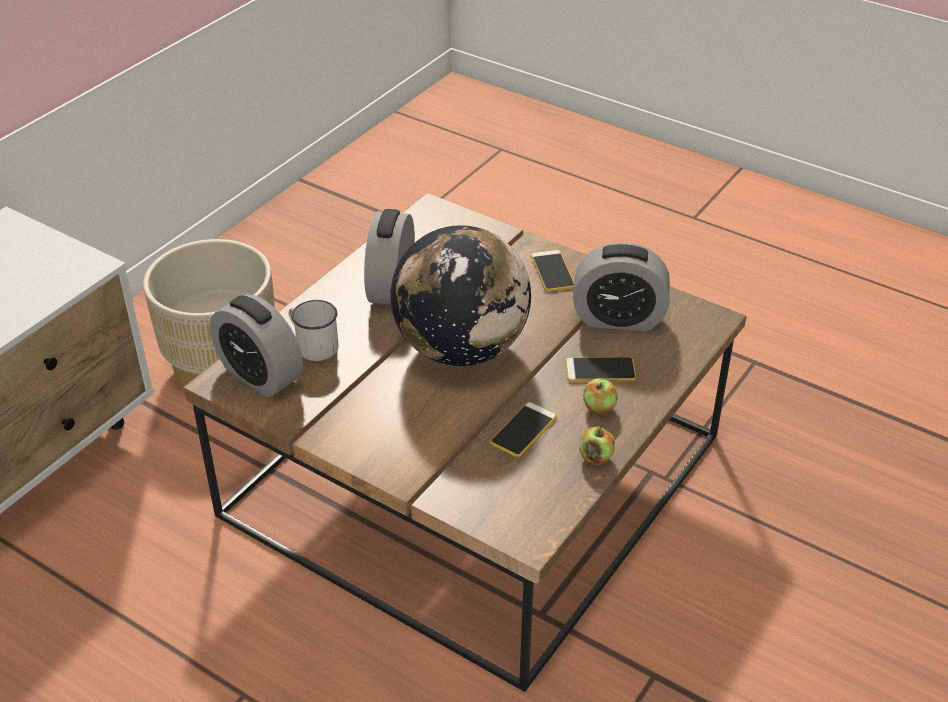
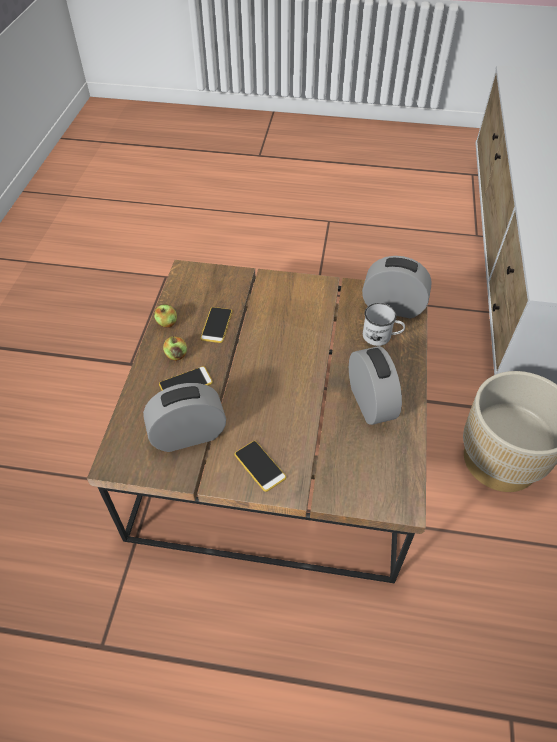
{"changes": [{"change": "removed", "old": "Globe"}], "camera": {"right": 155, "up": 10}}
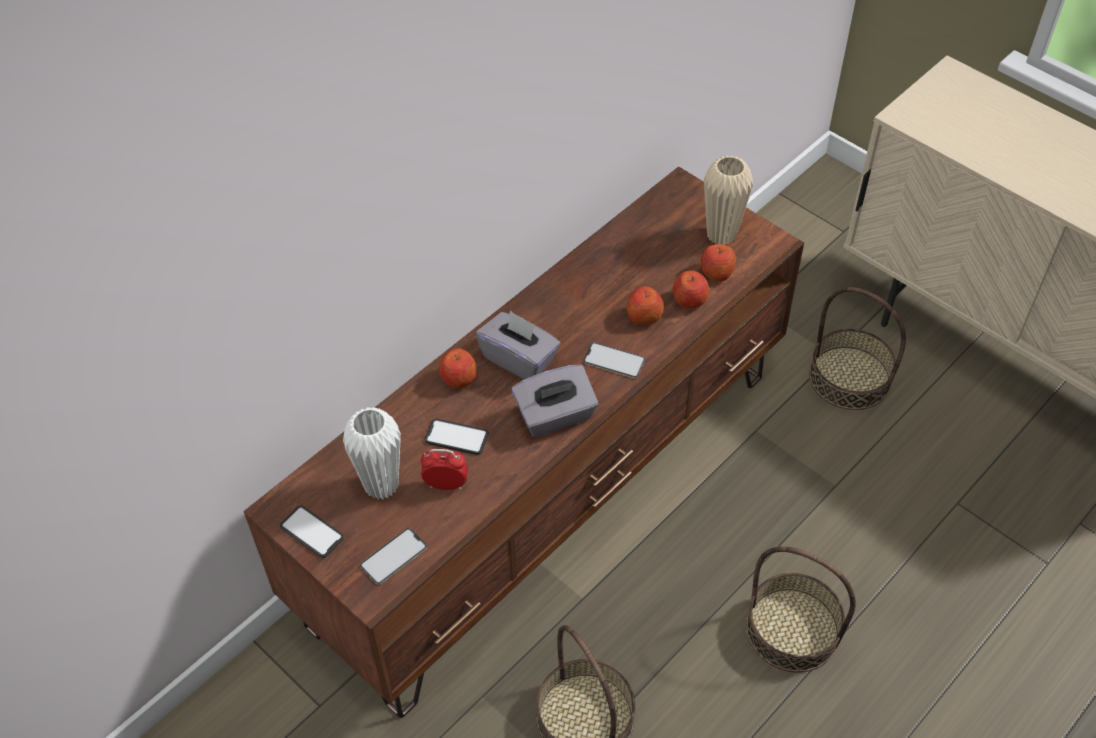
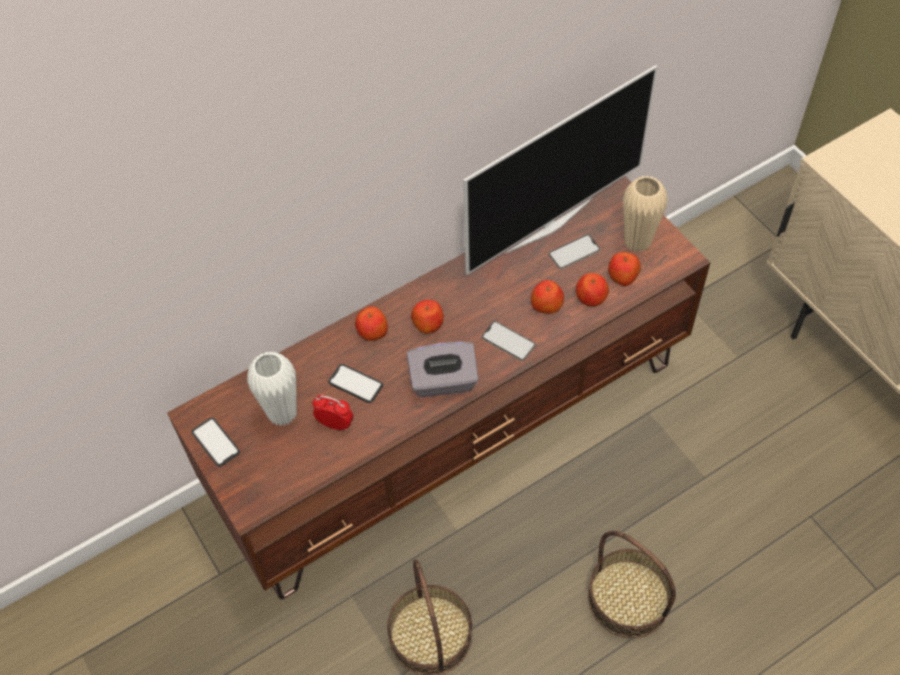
{"changes": [{"change": "removed", "old": "Basket (3rd from left)"}, {"change": "replaced", "old": "GreyTissueBox (1st from left)", "new": "Apple (2nd from left)"}, {"change": "moved", "old": "Phone (2nd from left in the first image)", "new": "Phone (4th from left)"}, {"change": "added", "new": "Television"}], "camera": {"right": 15, "up": 5}}
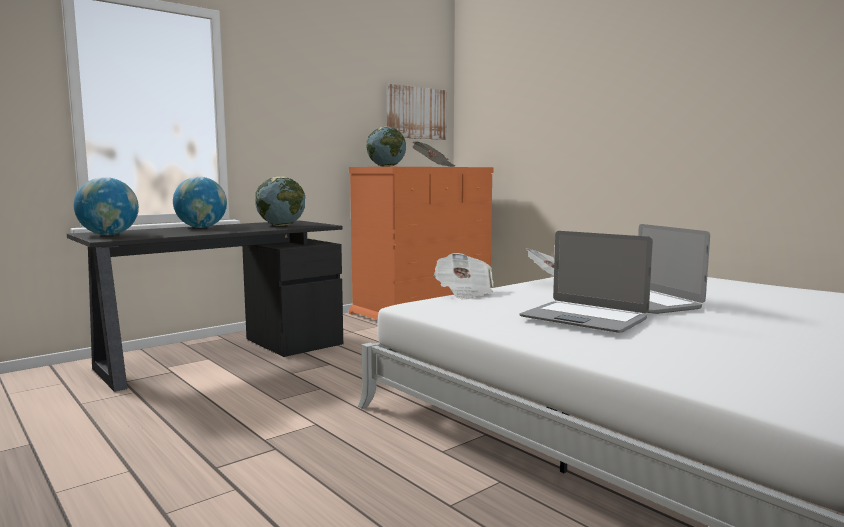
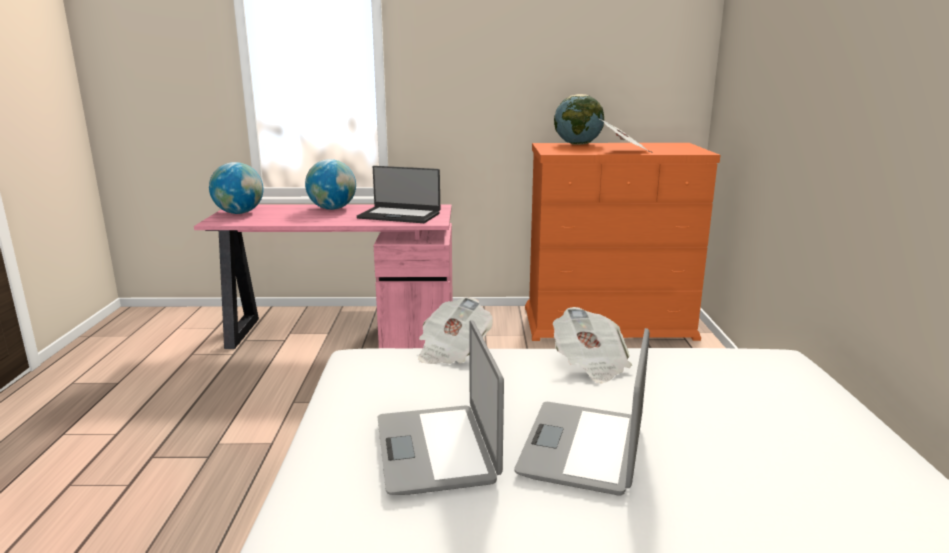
{"changes": [{"change": "removed", "old": "Picture"}, {"change": "replaced", "old": "Globe (3rd from left)", "new": "Laptop (1st from left)"}, {"change": "recoloured", "old": "BlackDesk", "new": "PinkDesk"}], "camera": {"right": 40, "up": 10}}
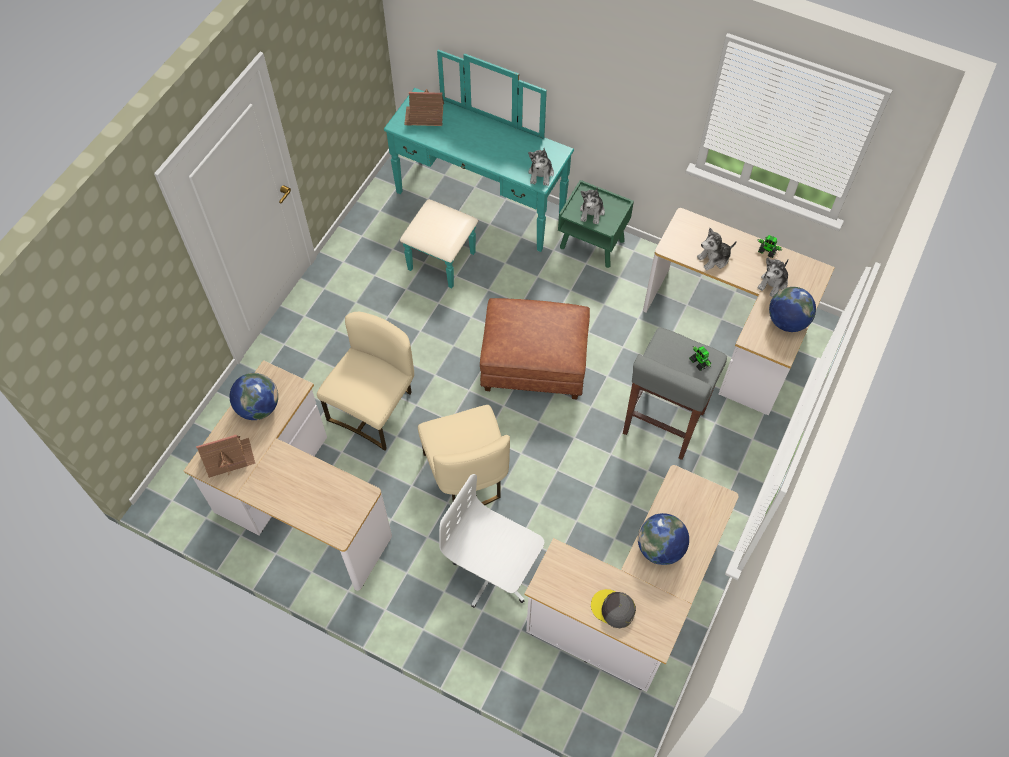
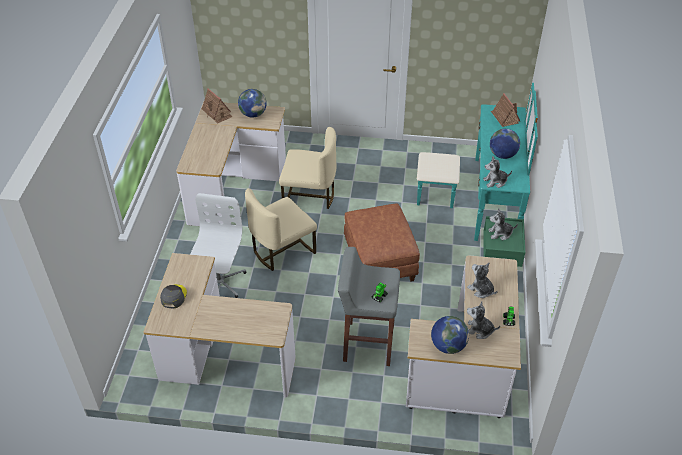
{"changes": [{"change": "moved", "old": "Globe (2nd from left in the first image)", "new": "Globe (3rd from left)"}], "camera": {"right": 70, "up": -15}}
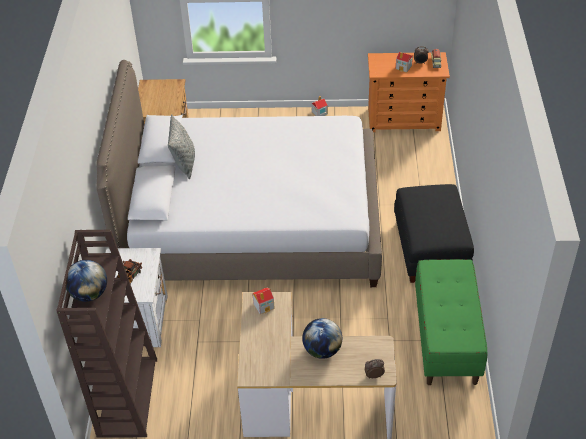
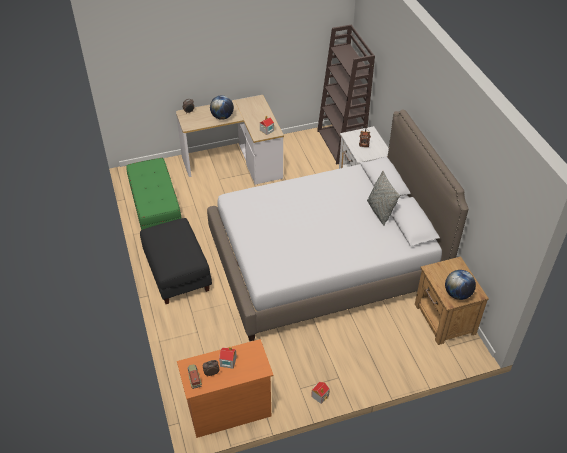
{"changes": [{"change": "moved", "old": "Globe (1st from left in the first image)", "new": "Globe (2nd from left)"}], "camera": {"right": 160, "up": 0}}
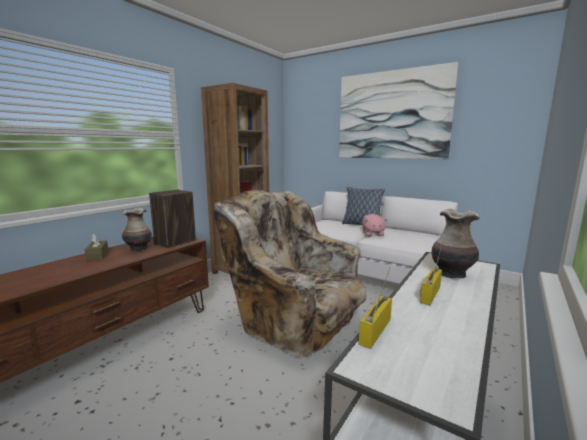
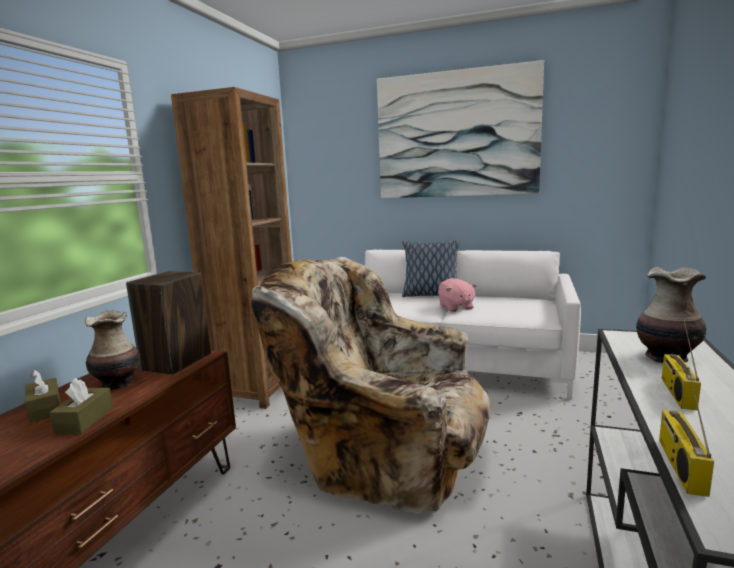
{"changes": [{"change": "added", "new": "BrownTissueBox (2nd from left)"}], "camera": {"right": -15, "up": 0}}
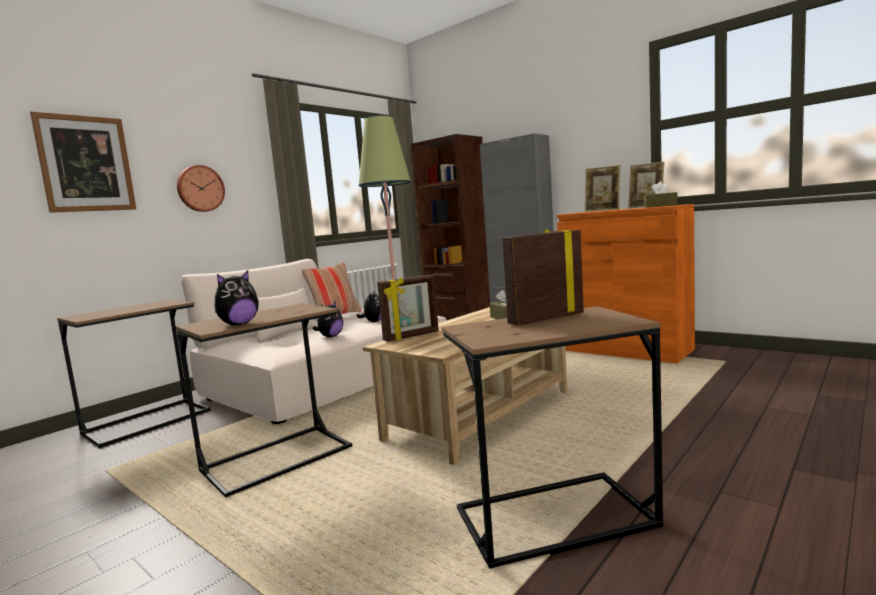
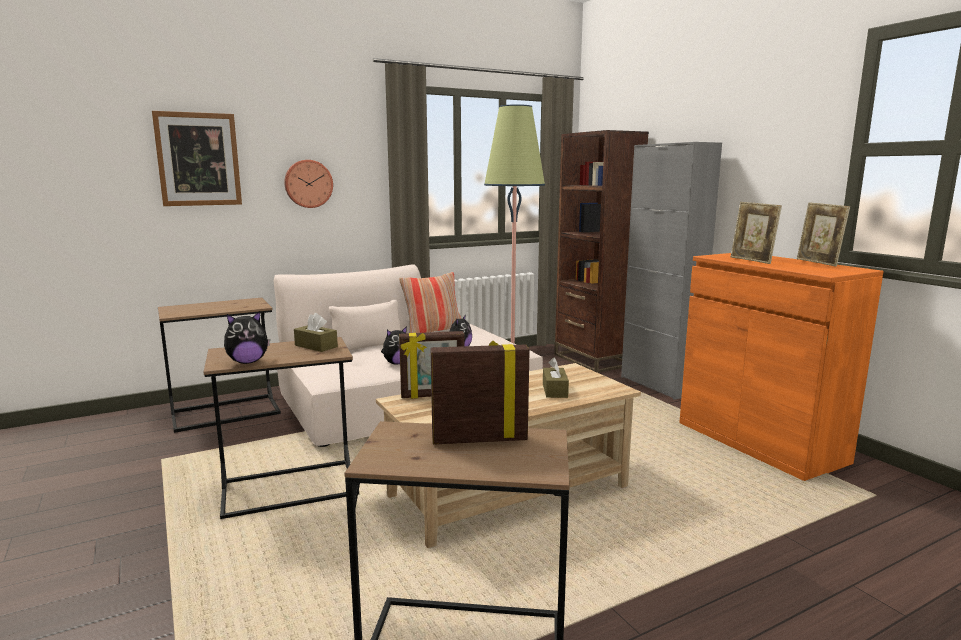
{"changes": [{"change": "moved", "old": "BrownTissueBox (2nd from left in the first image)", "new": "BrownTissueBox (1st from left)"}], "camera": {"right": 20, "up": 5}}
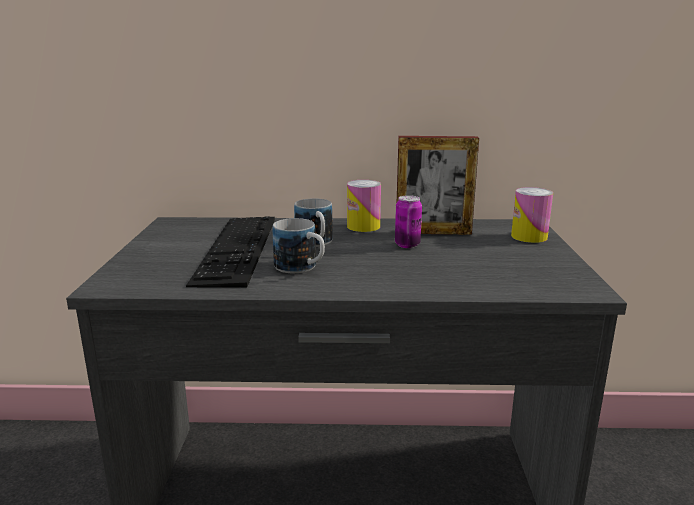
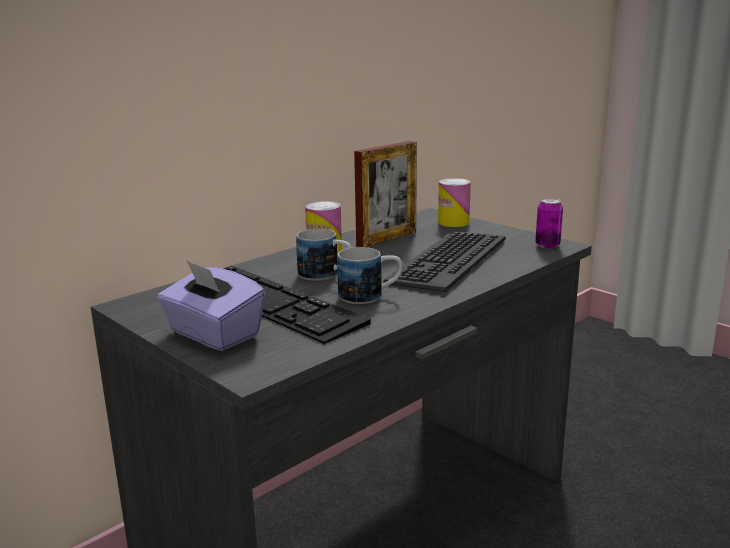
{"changes": [{"change": "moved", "old": "Can (2nd from left in the first image)", "new": "Can (3rd from left)"}, {"change": "added", "new": "Keyboard (2nd from left)"}, {"change": "added", "new": "PurpleTissueBox"}], "camera": {"right": -45, "up": 0}}
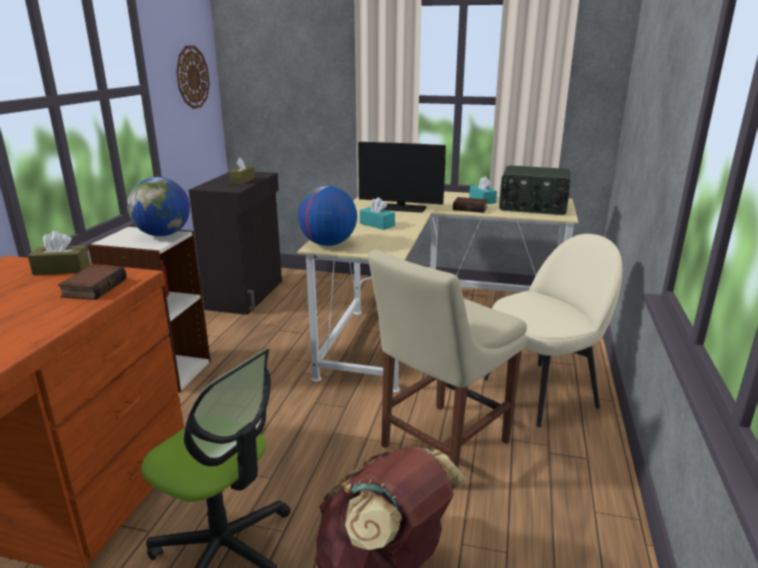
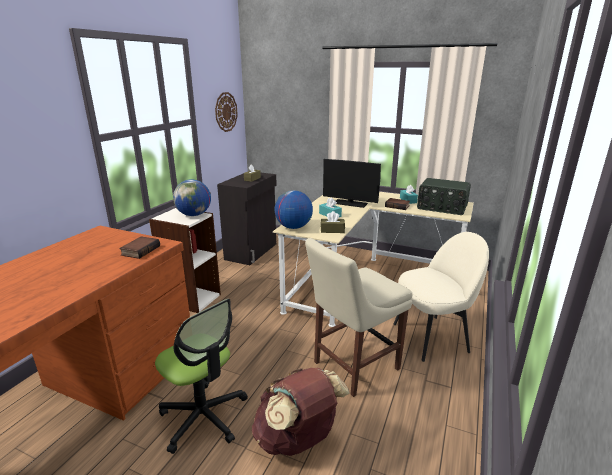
{"changes": [{"change": "moved", "old": "BrownTissueBox (1st from left in the first image)", "new": "BrownTissueBox (2nd from left)"}], "camera": {"right": 10, "up": 0}}
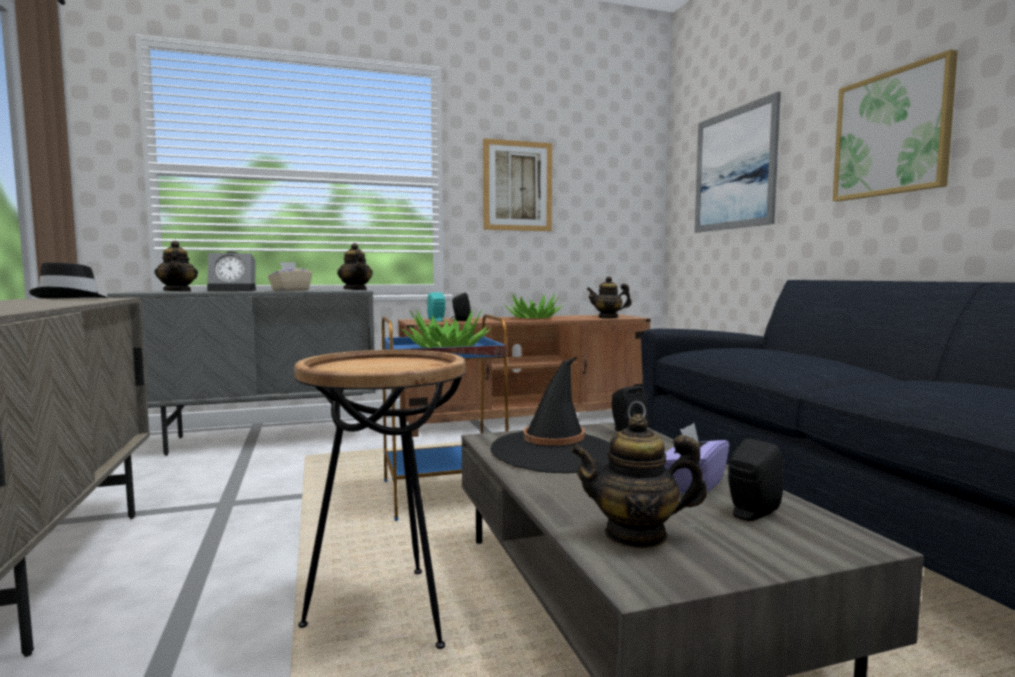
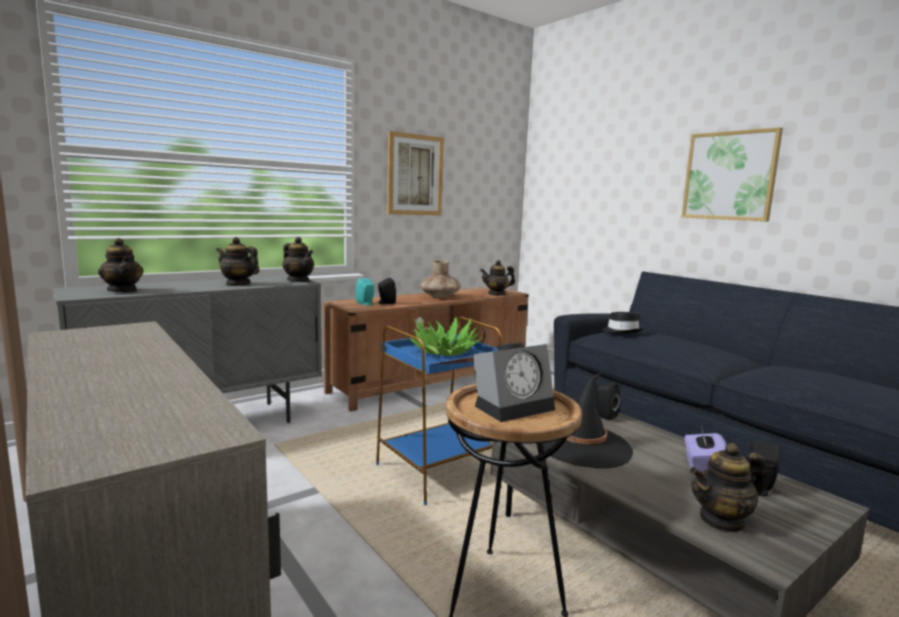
{"changes": [{"change": "removed", "old": "Picture (2nd from left)"}, {"change": "moved", "old": "AlarmClock"}, {"change": "moved", "old": "BlackHat (1st from left in the first image)", "new": "BlackHat (2nd from left)"}, {"change": "replaced", "old": "BeigeTissueBox", "new": "Teapot (2nd from left)"}, {"change": "replaced", "old": "PottedPlant (2nd from left)", "new": "BrownVase"}], "camera": {"right": -20, "up": 5}}
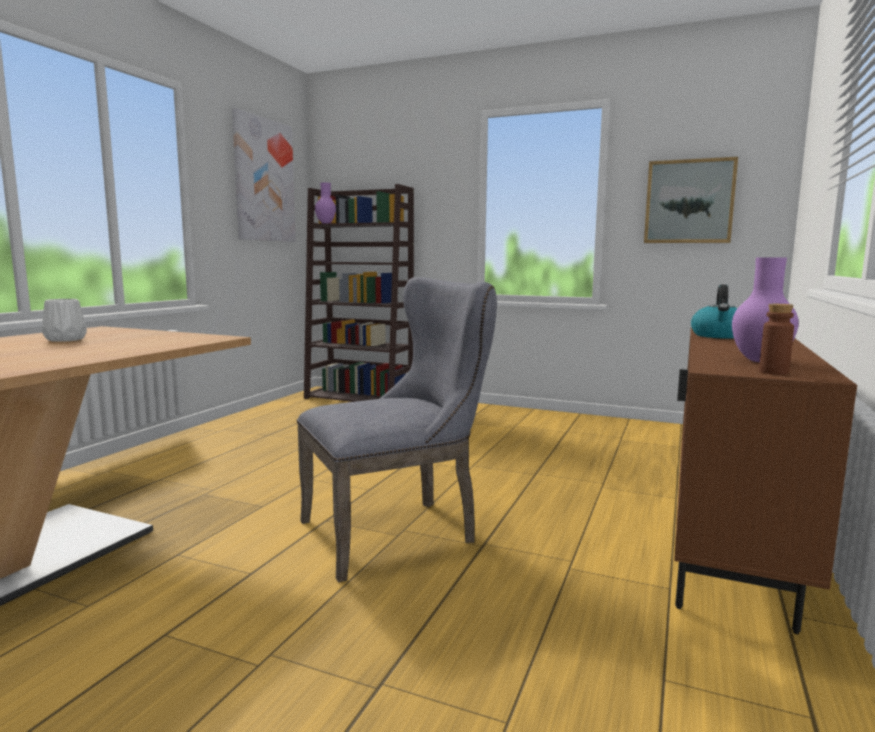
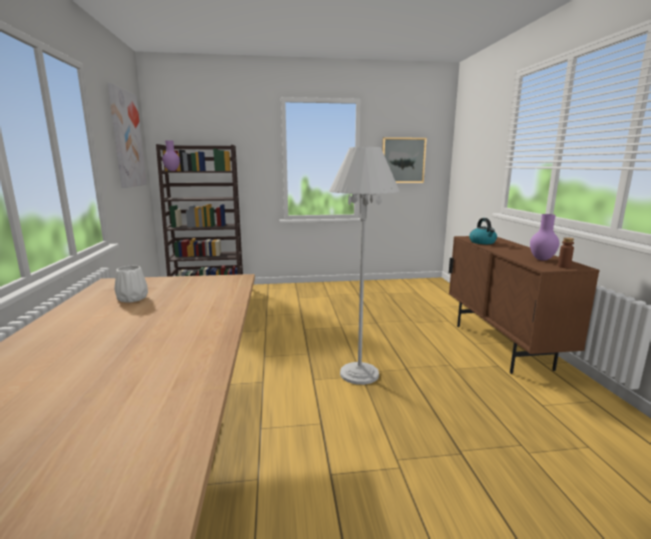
{"changes": [{"change": "replaced", "old": "GreyChair", "new": "WhiteFloorLamp"}], "camera": {"right": -30, "up": 5}}
